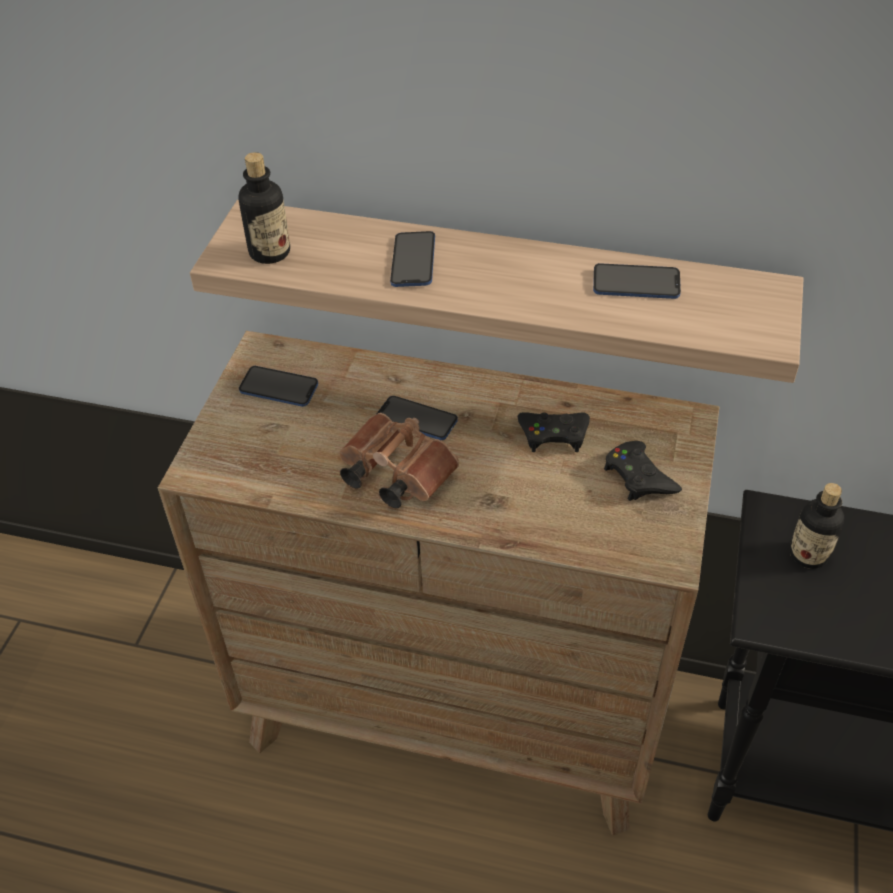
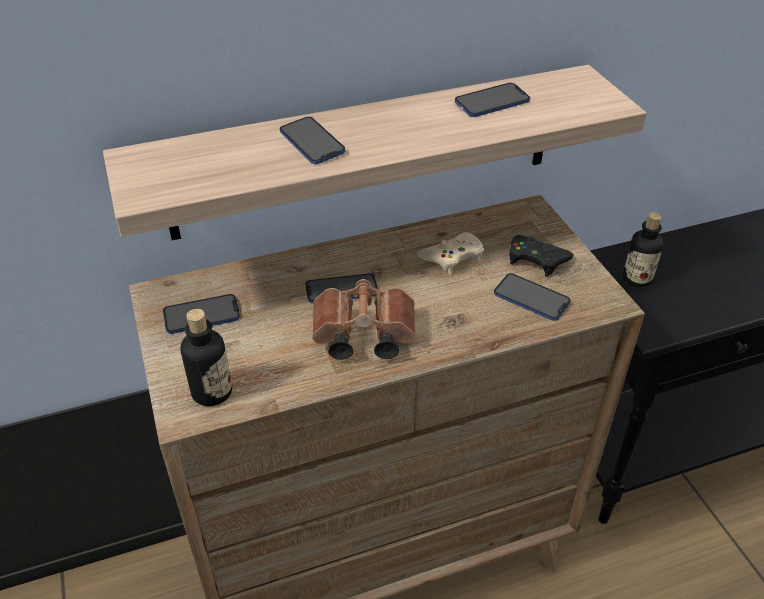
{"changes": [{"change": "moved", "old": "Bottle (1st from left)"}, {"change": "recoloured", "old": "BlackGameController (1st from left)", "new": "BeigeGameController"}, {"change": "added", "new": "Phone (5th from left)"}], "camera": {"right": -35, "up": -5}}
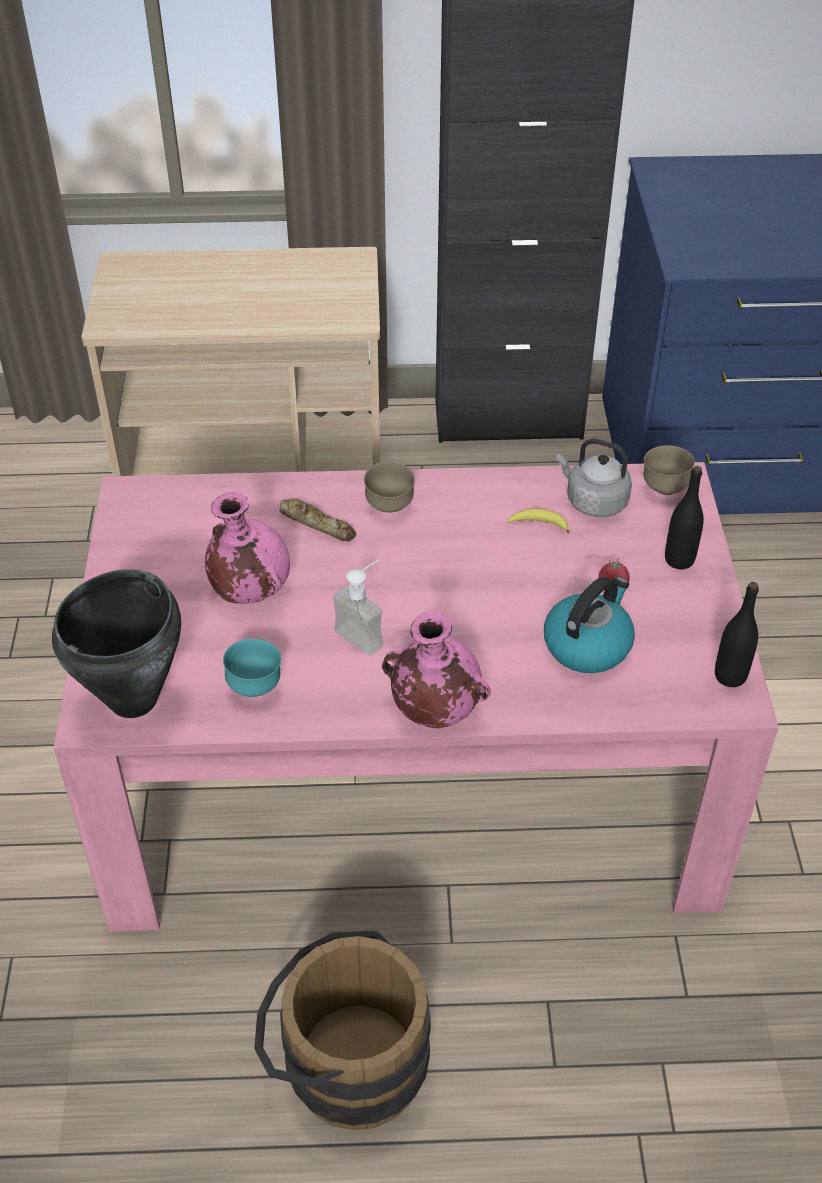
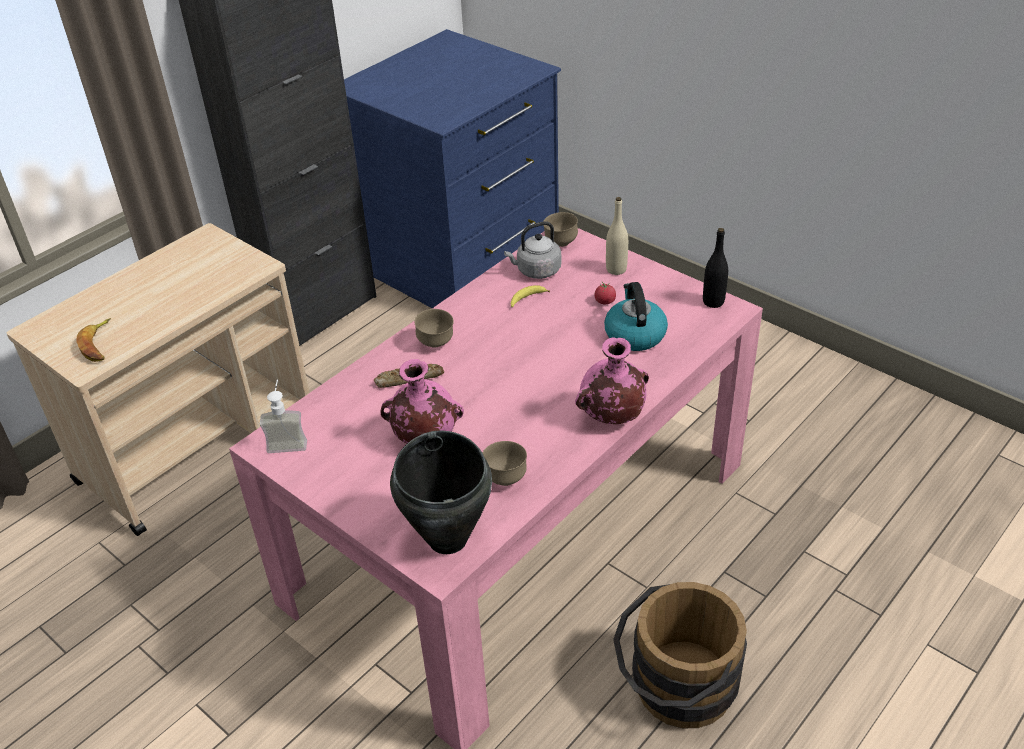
{"changes": [{"change": "recoloured", "old": "BlackBottle (1st from left)", "new": "BeigeBottle"}, {"change": "moved", "old": "SoapDispenser"}, {"change": "recoloured", "old": "TurquoiseBowl", "new": "BrownBowl (2nd from left)"}, {"change": "added", "new": "Banana (1st from left)"}], "camera": {"right": -45, "up": -5}}
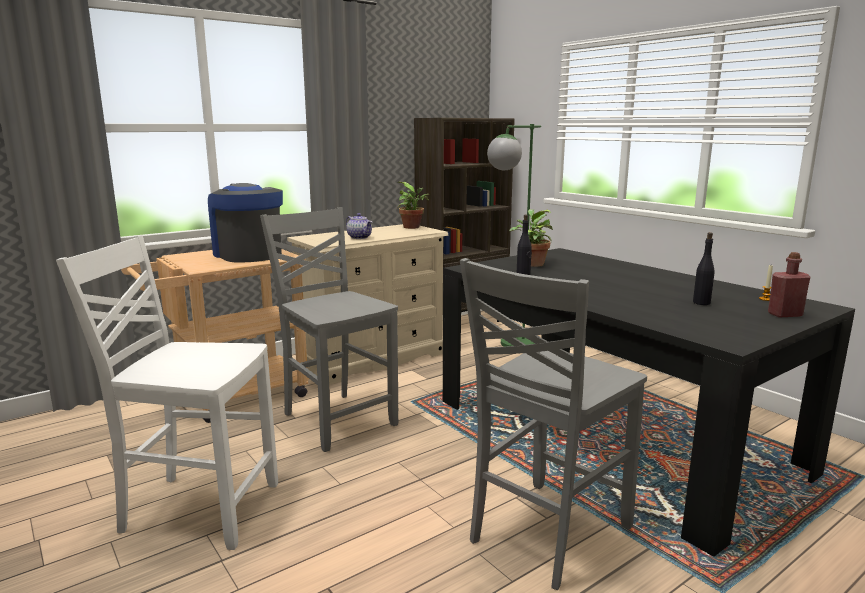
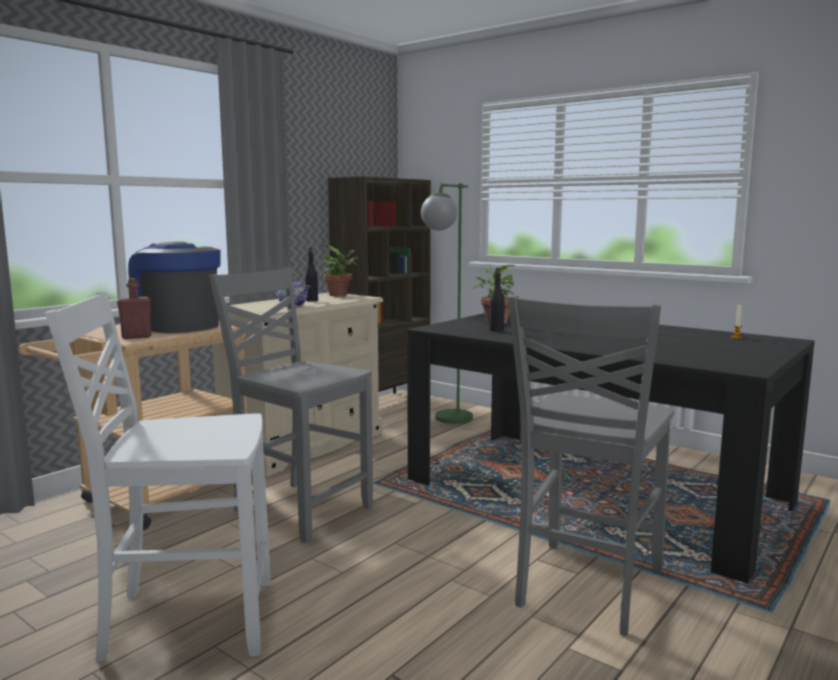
{"changes": [{"change": "moved", "old": "BlackBottle (2nd from left in the first image)", "new": "BlackBottle (1st from left)"}, {"change": "moved", "old": "RedBottle"}], "camera": {"right": -15, "up": -5}}
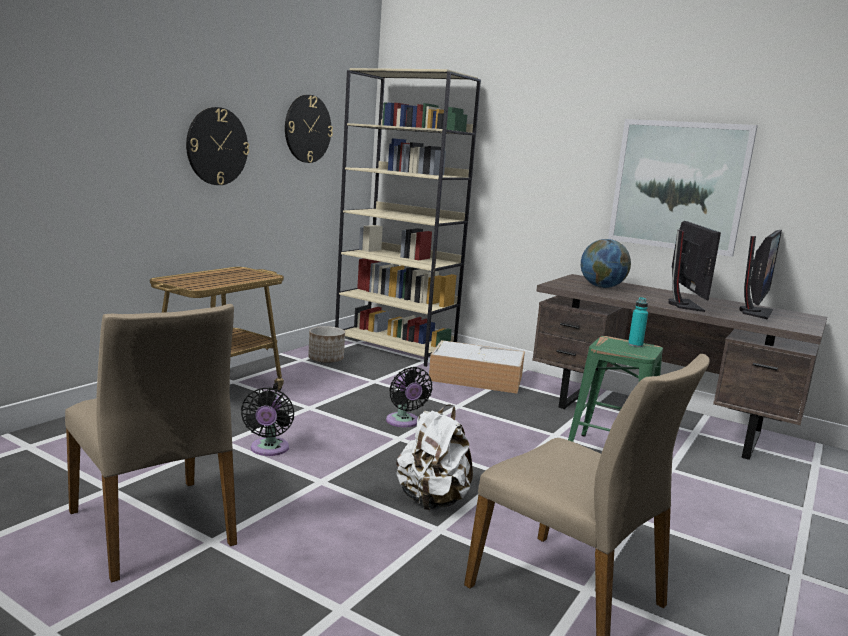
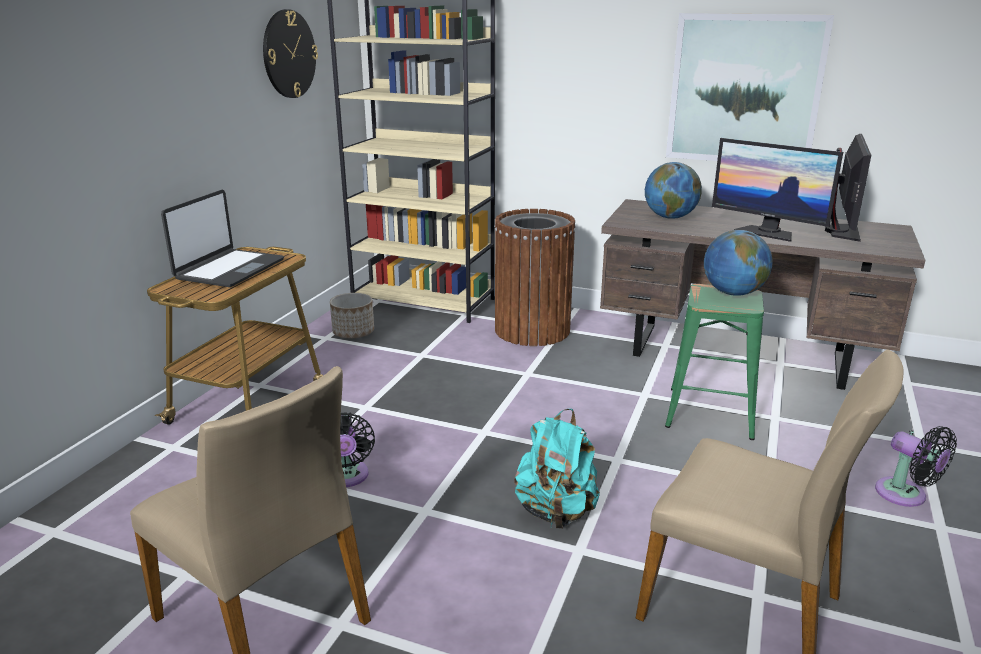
{"changes": [{"change": "removed", "old": "WallClock (1st from left)"}, {"change": "turned", "old": "Monitor (1st from left)", "degrees": 135}, {"change": "replaced", "old": "TurquoiseBottle", "new": "Globe (2nd from left)"}, {"change": "replaced", "old": "StorageBox", "new": "BrownTrashCan"}, {"change": "moved", "old": "BlackFan (2nd from left)"}, {"change": "recoloured", "old": "WhiteBackpack", "new": "TurquoiseBackpack"}, {"change": "added", "new": "Laptop"}], "camera": {"right": -10, "up": 10}}
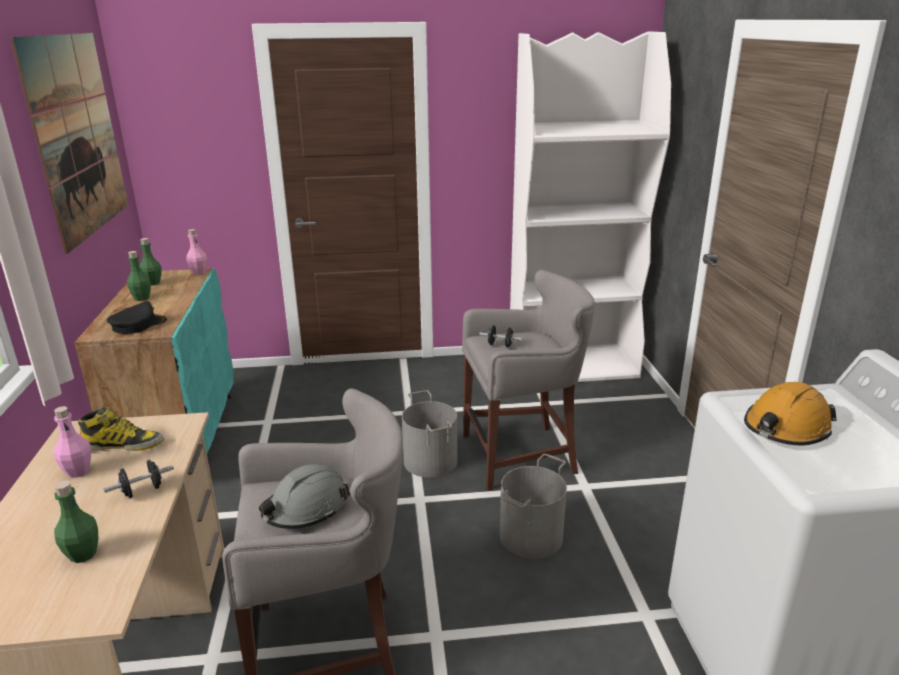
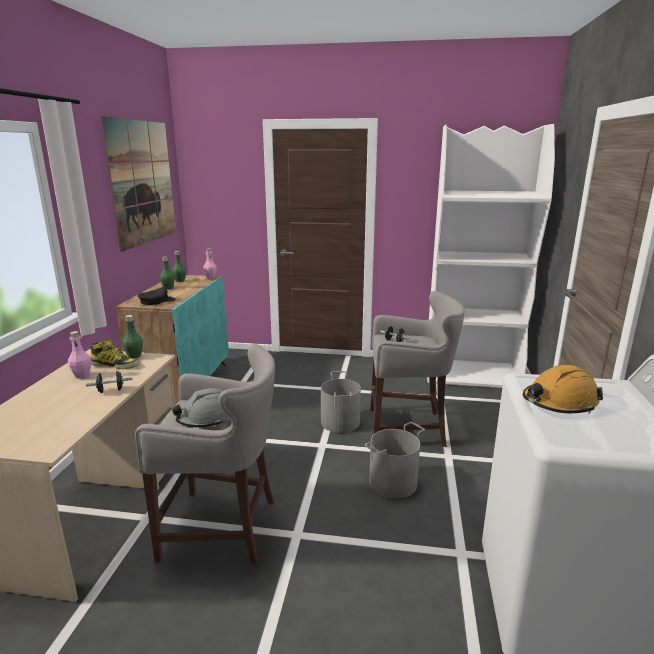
{"changes": [{"change": "moved", "old": "GreenBottle (1st from left)"}], "camera": {"right": 15, "up": -5}}
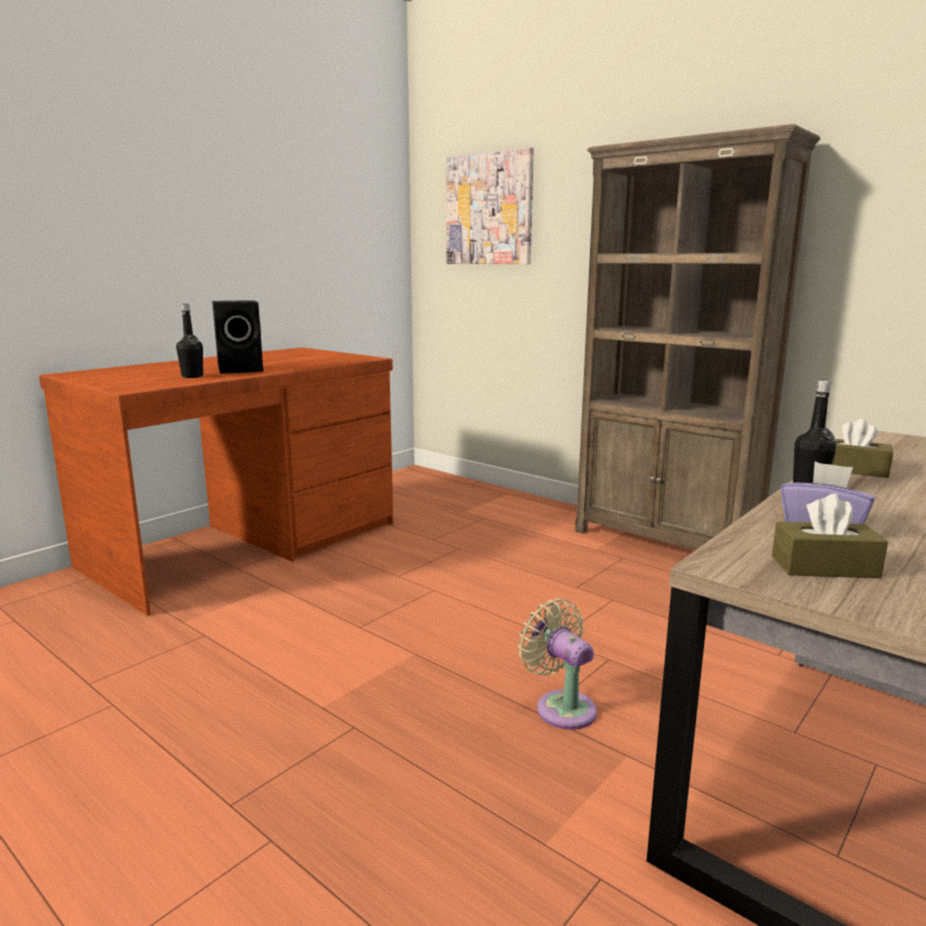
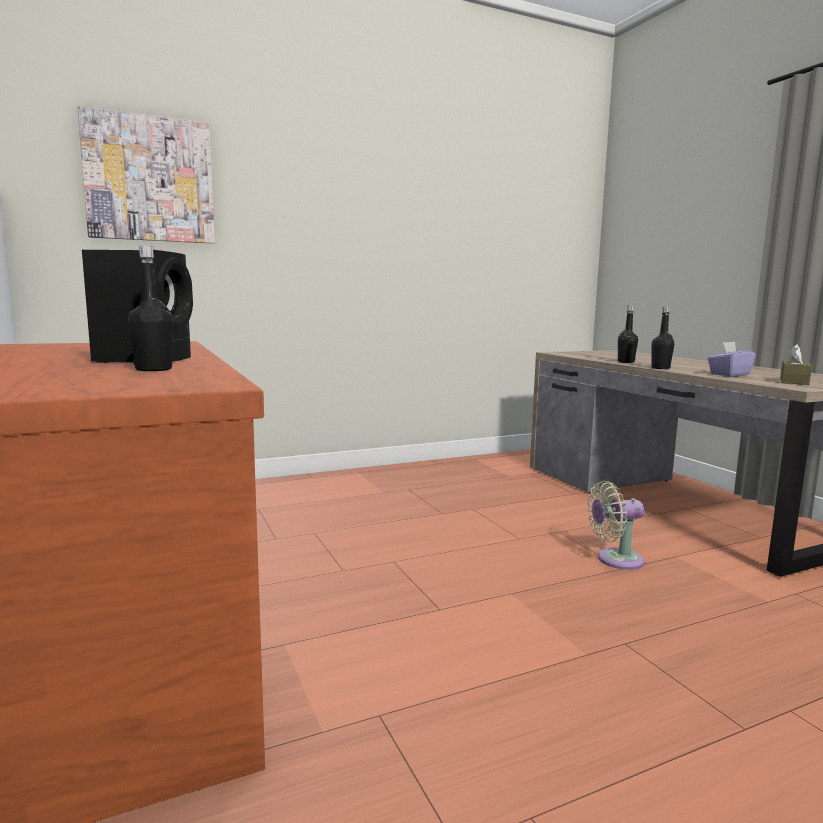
{"changes": [{"change": "removed", "old": "BrownBookcase"}, {"change": "replaced", "old": "BrownTissueBox (2nd from left)", "new": "BlackBottle (2nd from left)"}], "camera": {"right": -65, "up": -5}}
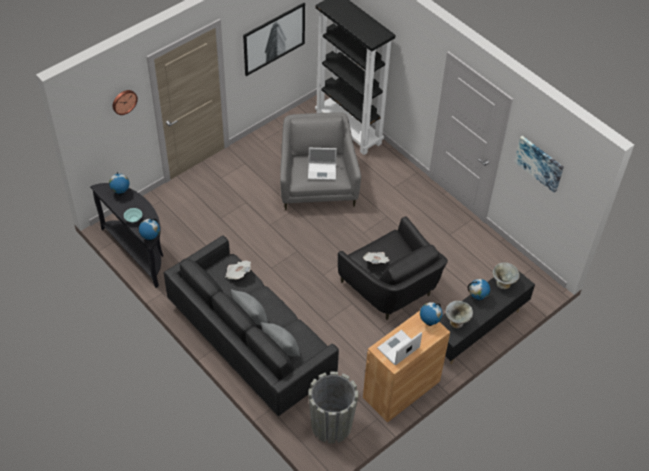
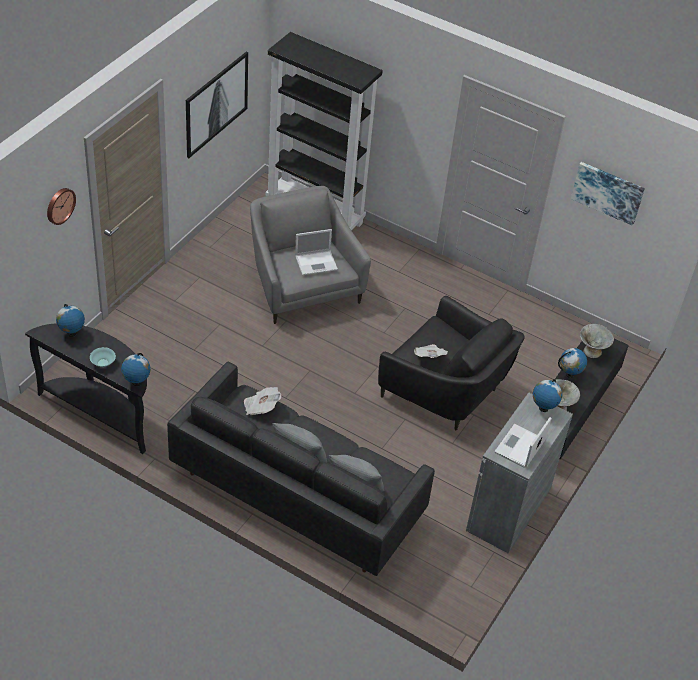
{"changes": [{"change": "recoloured", "old": "BrownCabinet", "new": "GreyCabinet"}, {"change": "removed", "old": "GreyPlanter"}], "camera": {"right": -20, "up": -5}}
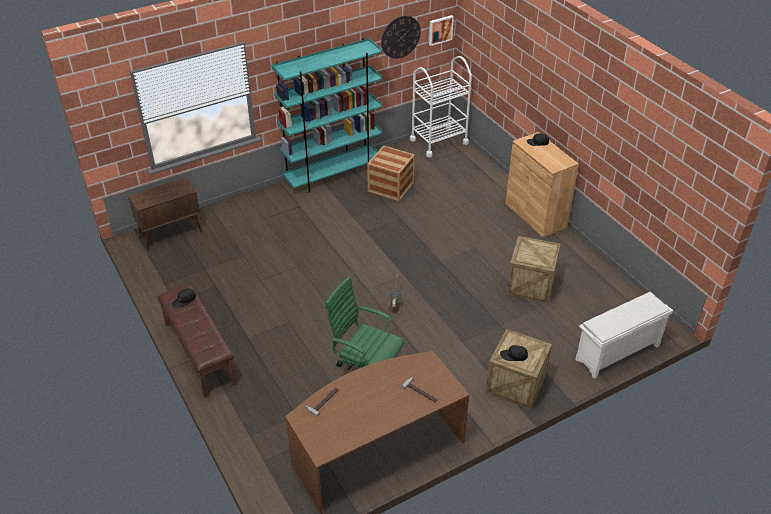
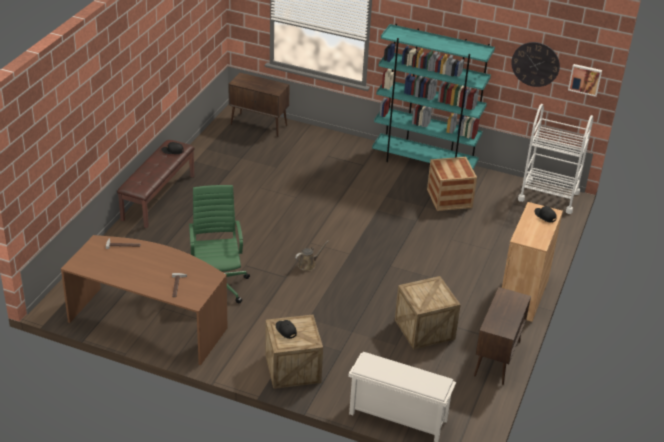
{"changes": [{"change": "added", "new": "BrownCabinet (2nd from left)"}], "camera": {"right": 50, "up": -5}}
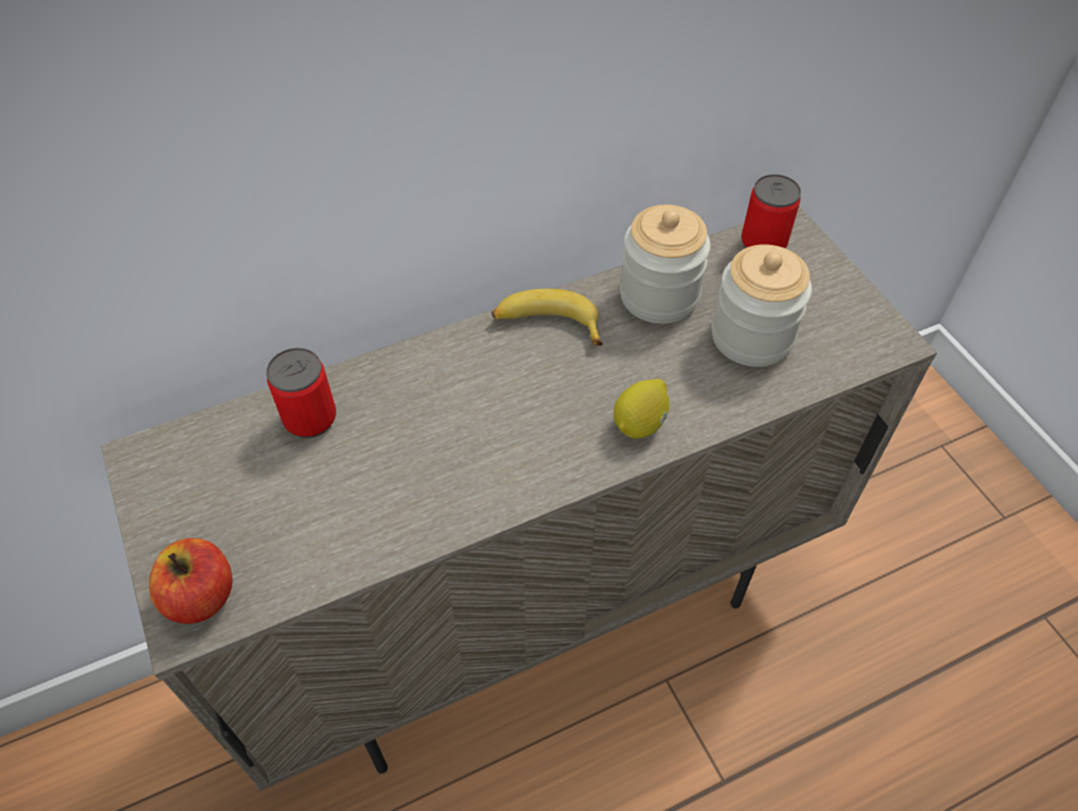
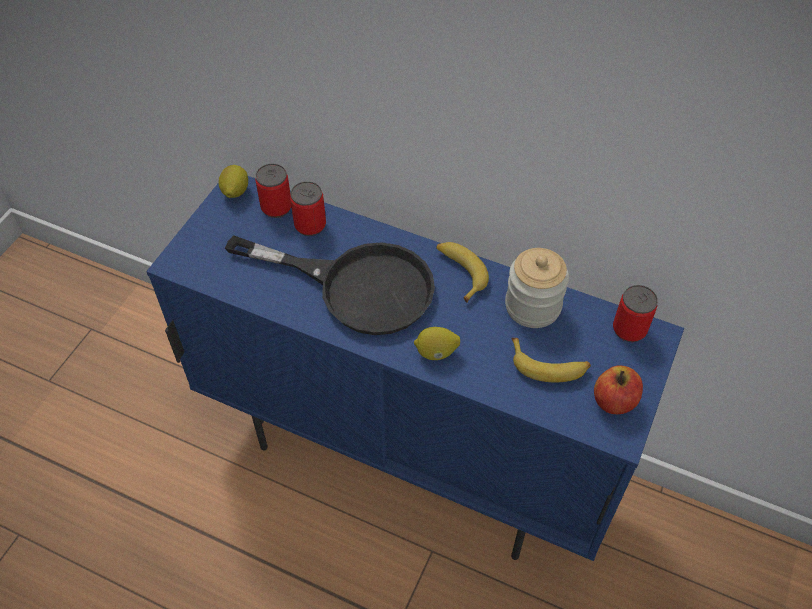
{"changes": [{"change": "recoloured", "old": "BeigeCabinet", "new": "BlueCabinet"}, {"change": "replaced", "old": "Jar (2nd from left)", "new": "Banana (2nd from left)"}, {"change": "moved", "old": "Apple"}, {"change": "added", "new": "Can (1st from left)"}, {"change": "added", "new": "Lemon (1st from left)"}, {"change": "added", "new": "BlackFryingPan"}], "camera": {"right": 50, "up": 0}}
